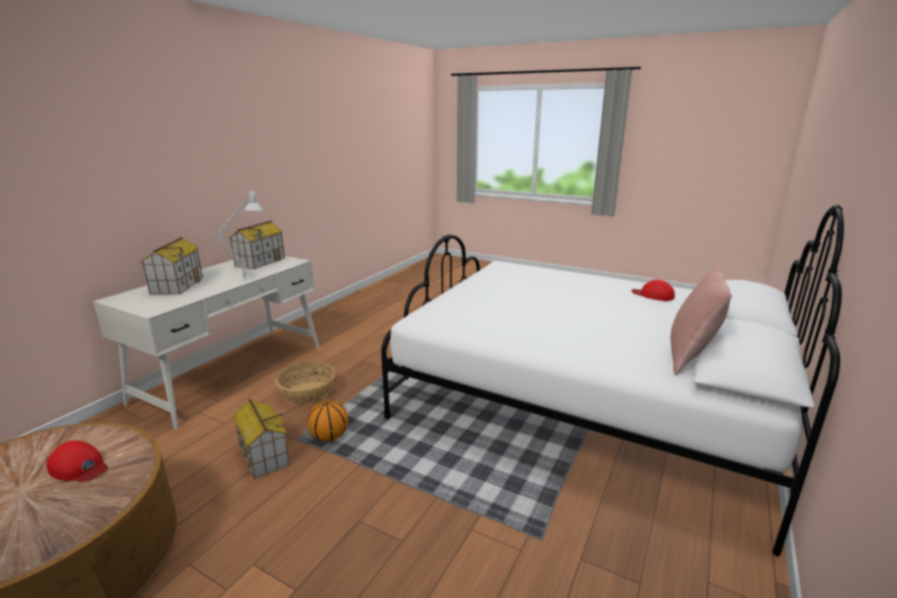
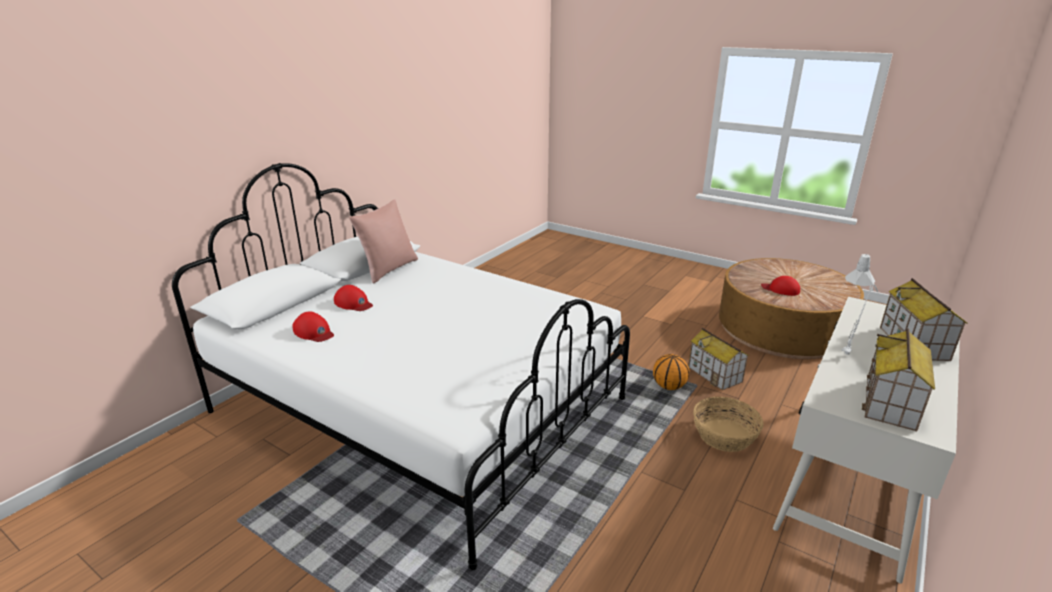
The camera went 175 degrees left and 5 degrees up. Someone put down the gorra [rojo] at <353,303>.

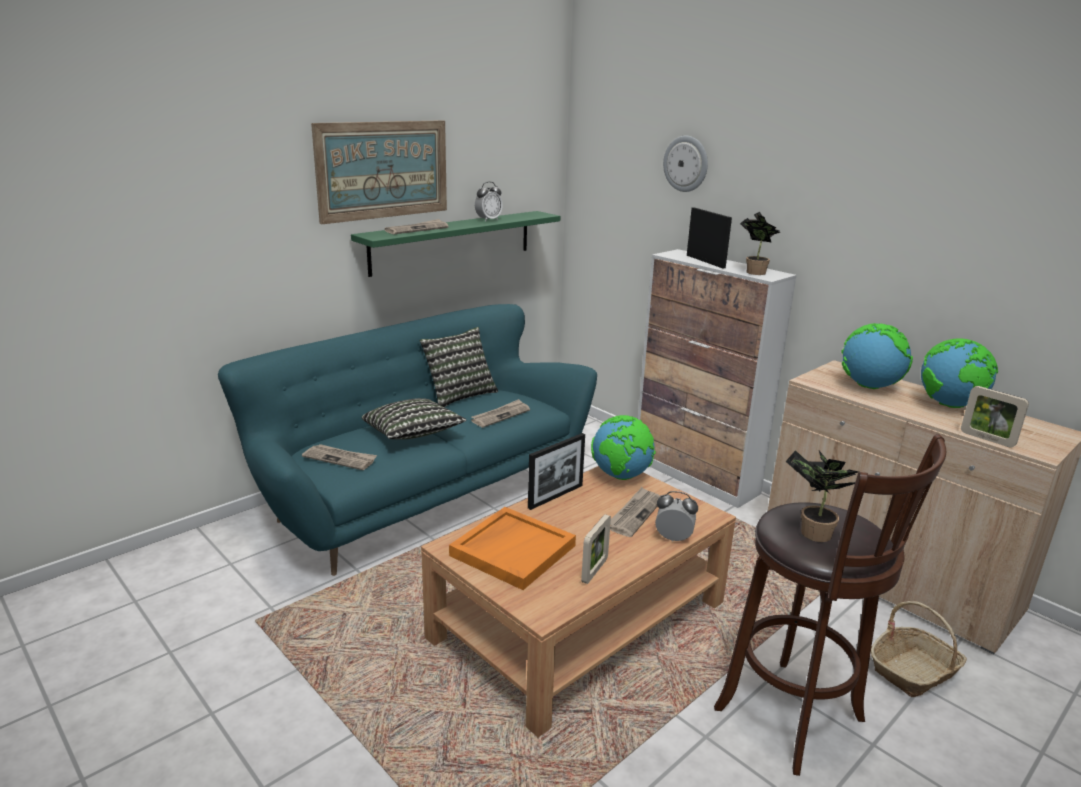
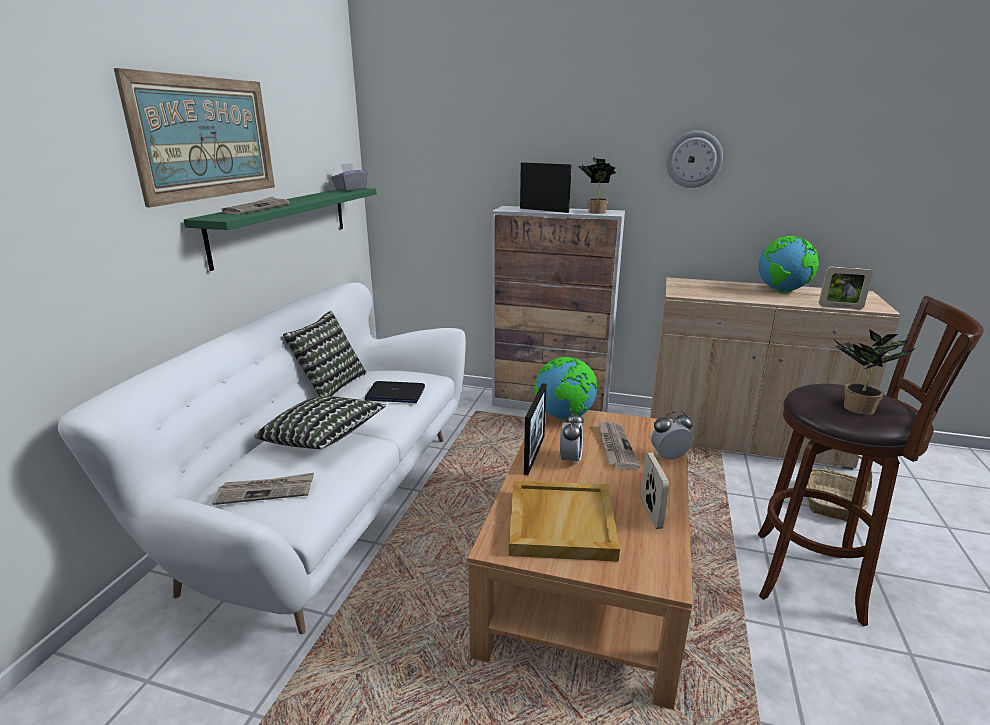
The camera went 30 degrees left and 0 degrees up. Someone took away the globo terráqueo at <869,386>. Someone put down the caja de pañuelos [gris] at <350,189>. Someone carried the despertador from <488,220> to <570,459>. Someone carried the reloj de pared from <686,164> to <693,159>. Someone swapped the periódico at <500,415> for the portátil at <395,394>. Someone repainted the sofá [turquesa] at <421,495>, which became the sofá [blanco] at <327,502>. Someone repainted the bandeja [naranja] at <512,550>, which became the bandeja [beis] at <560,522>.

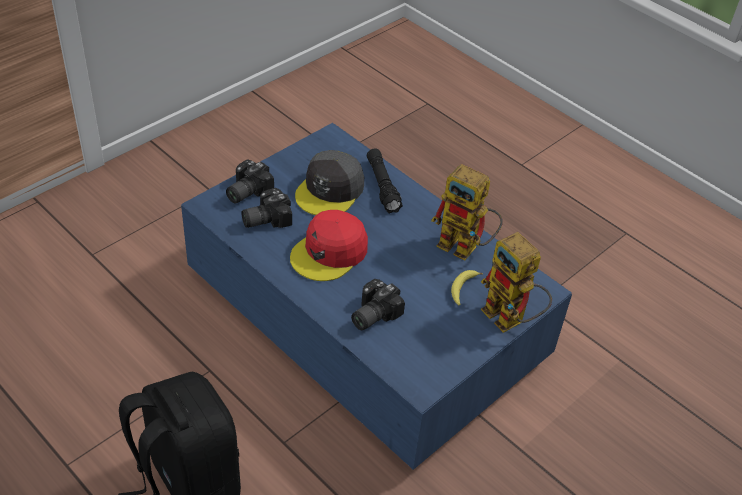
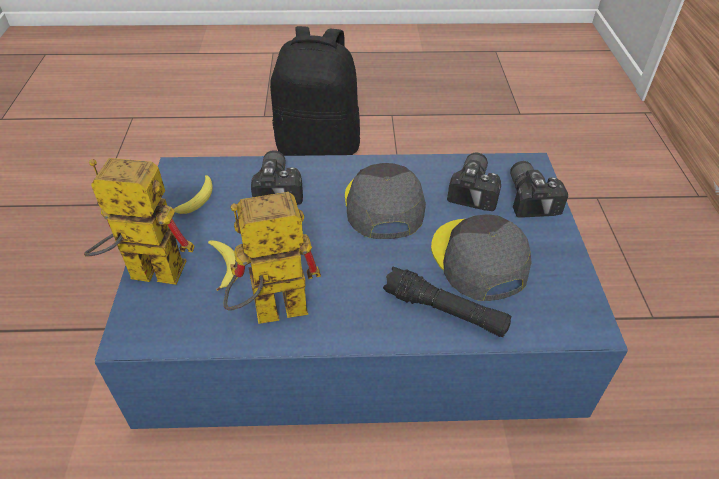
The camera went 135 degrees right and 0 degrees up. Someone put down the plátano at <197,200>. Someone repainted the gorra [rojo] at <330,252>, which became the gorra [gris] at <383,205>.

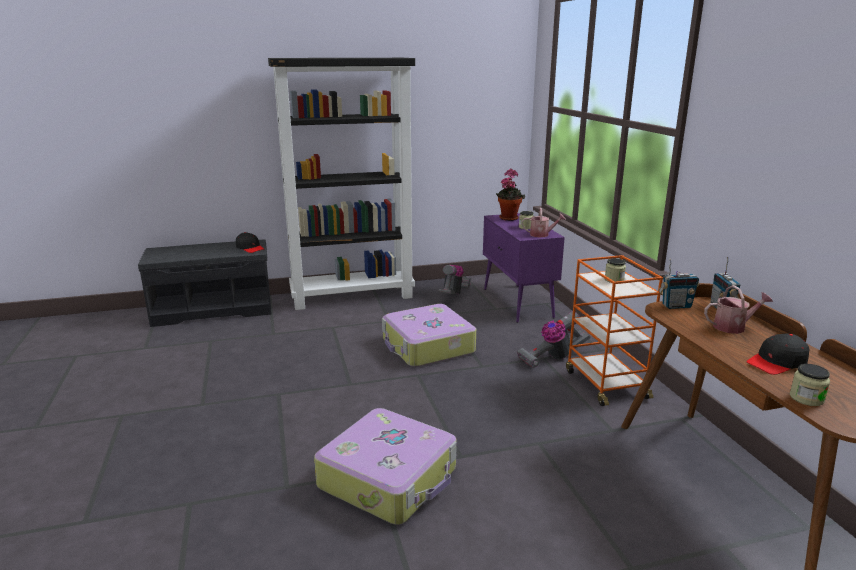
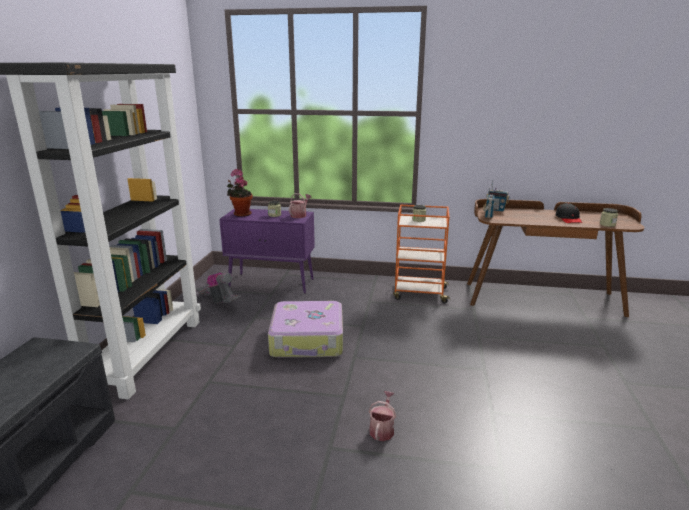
The camera went 65 degrees left and 0 degrees up. Someone took away the gorra [negro] at <250,248>. Someone took away the maleta at <389,478>. Someone took away the aspiradora at <552,358>. Someone carried the regadera from <733,327> to <382,429>.

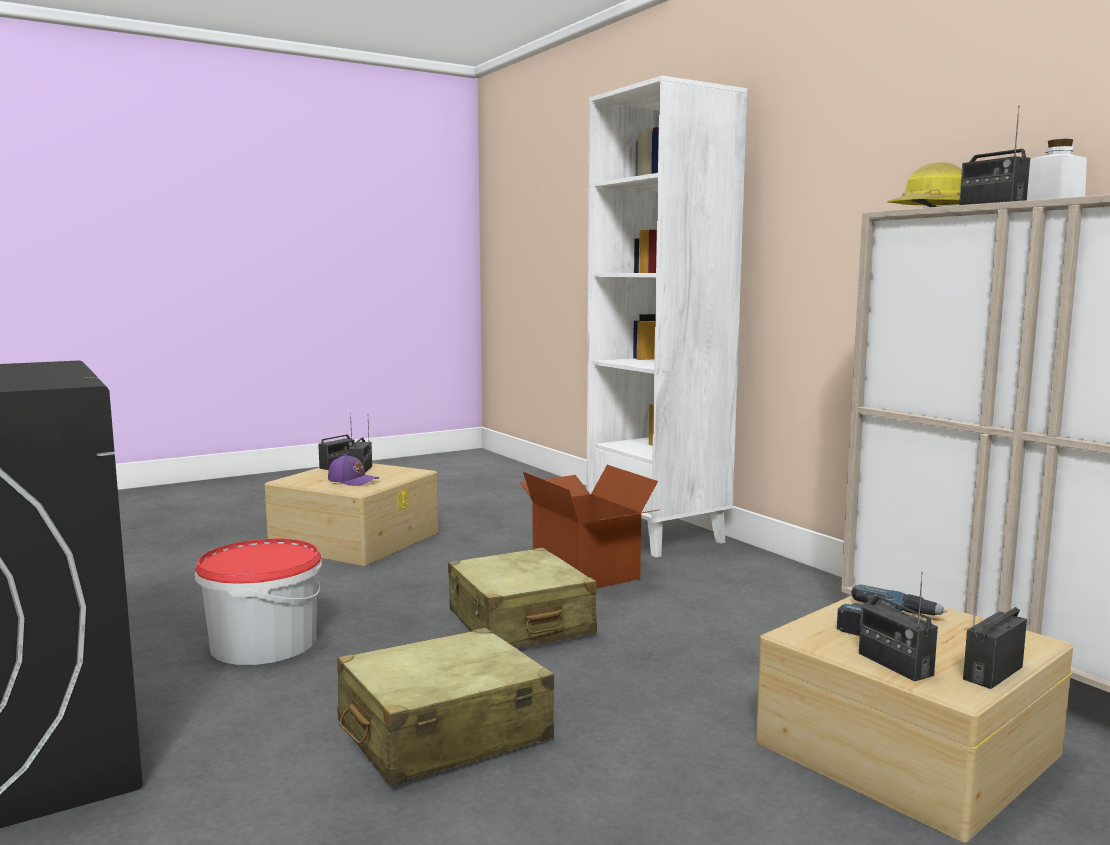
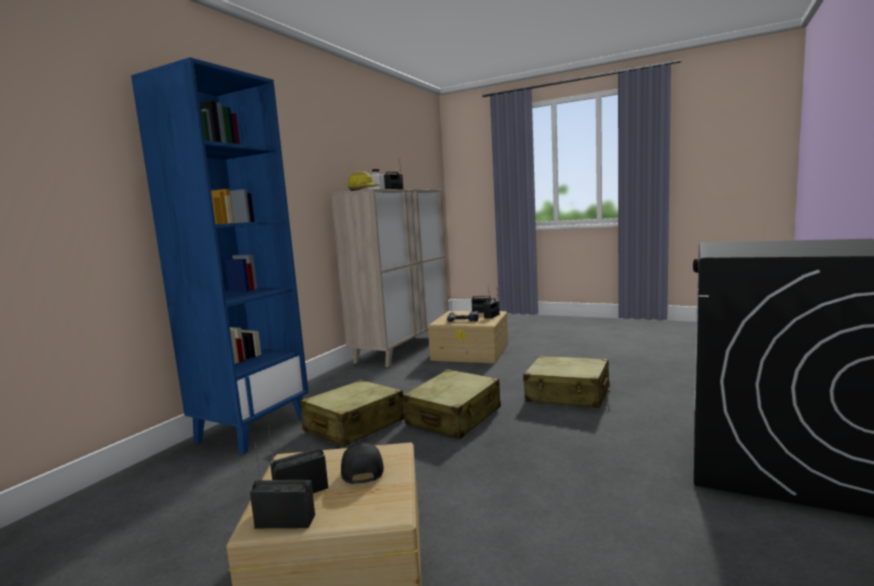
The camera went 120 degrees left and 0 degrees up. Someone took away the cubo at <263,643>. Someone swapped the caja de cartón at <587,572> for the maleta [beis] at <354,426>. Someone repainted the gorra [morado] at <353,481>, which became the gorra [negro] at <361,470>. Someone repainted the estantería [blanco] at <658,536>, which became the estantería [azul] at <252,429>.

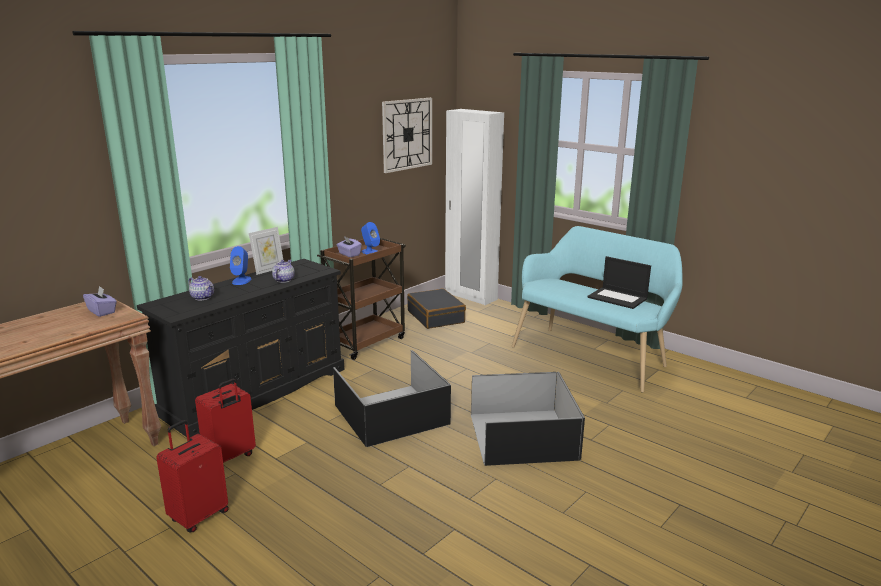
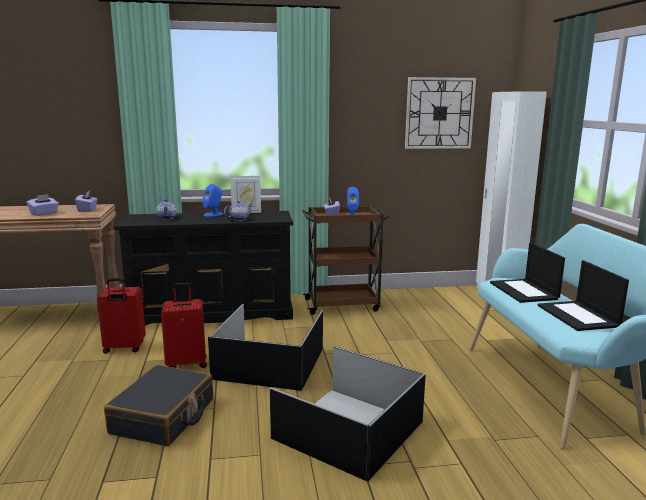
The camera went 40 degrees right and 5 degrees down. Someone put down the caja de pañuelos [morado] at <44,213>. Someone put down the portátil at <524,291>. Someone carried the maleta [rojo] from <198,516> to <187,363>. Someone carried the maleta [negro] from <436,317> to <163,417>.

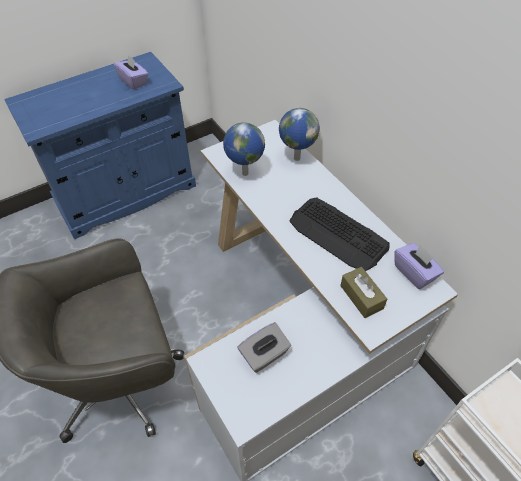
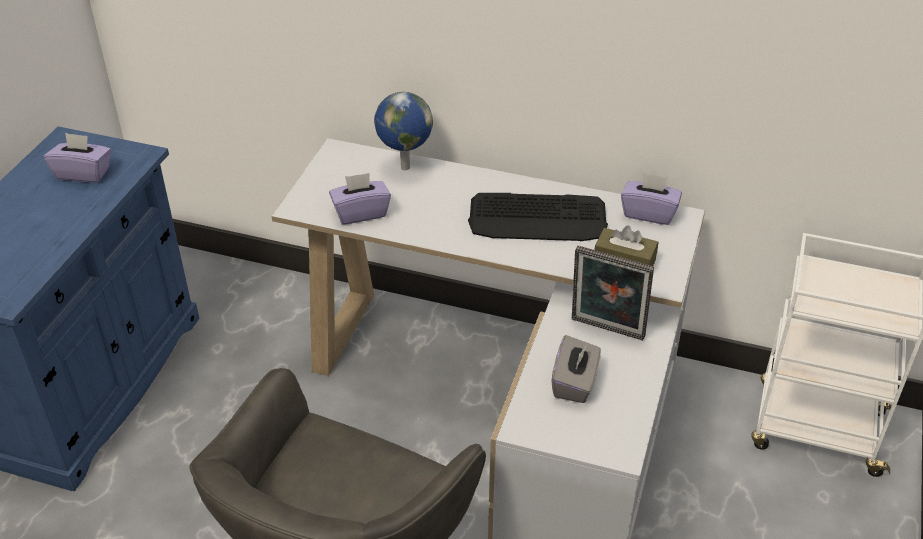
The camera went 40 degrees left and 10 degrees down. Someone put down the portarretratos at <606,331>. Someone swapped the globo terráqueo at <244,173> for the caja de pañuelos [morado] at <360,213>.

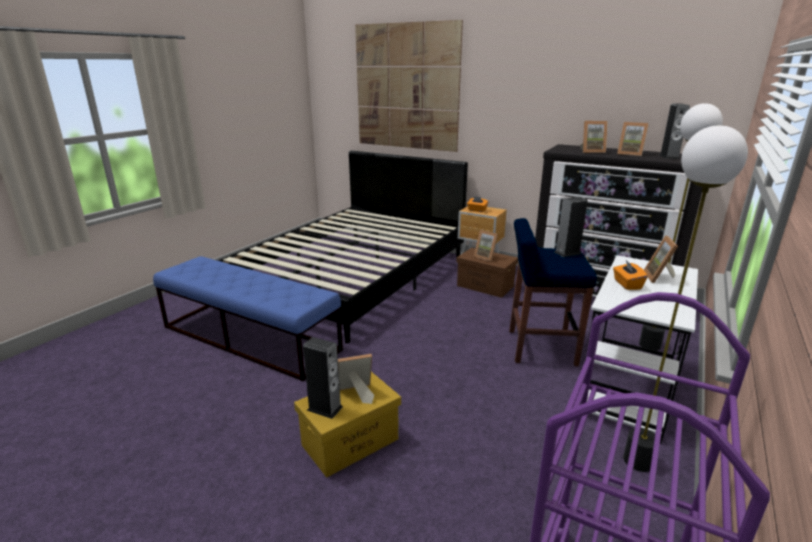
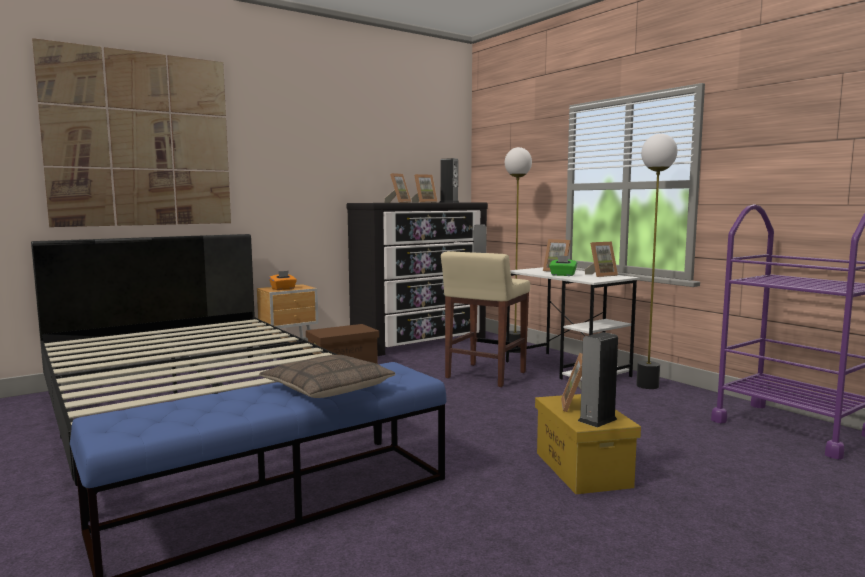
The camera went 65 degrees left and 15 degrees down. Someone put down the cojín at <327,388>. Someone carried the portarretratos from <486,257> to <601,275>. Someone repainted the taburete [azul] at <540,347>, which became the taburete [beis] at <484,375>. Someone repainted the caja de pañuelos [naranja] at <627,284>, which became the caja de pañuelos [verde] at <562,275>.

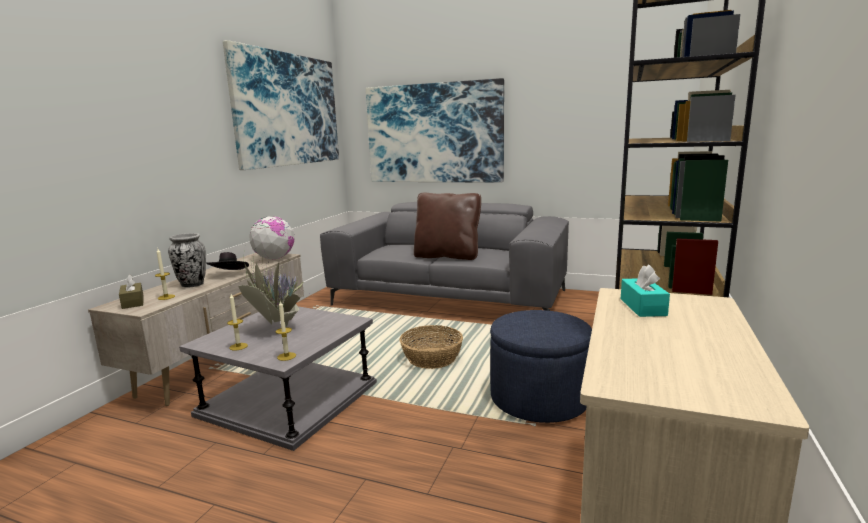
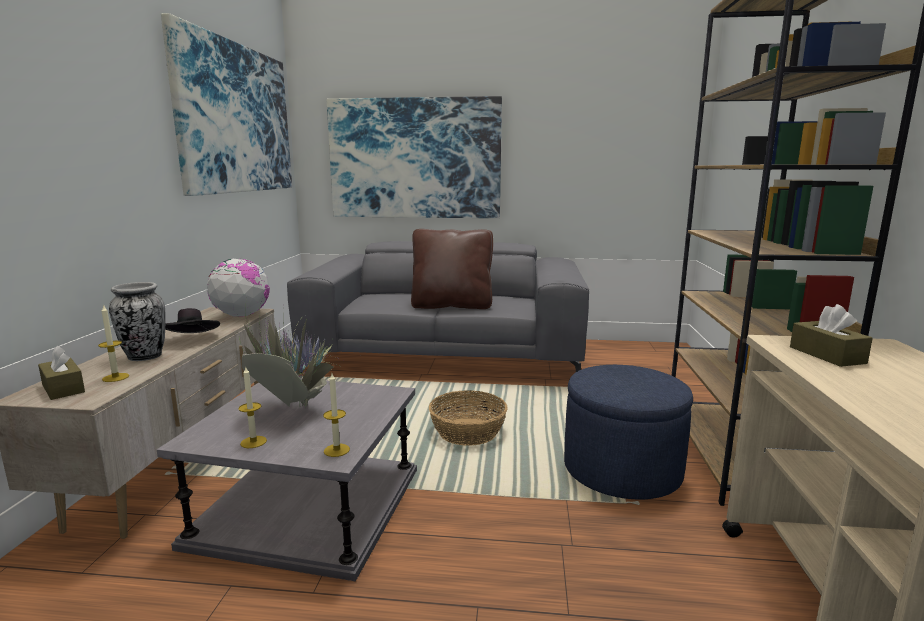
The camera went 15 degrees left and 0 degrees up. Someone repainted the caja de pañuelos [turquesa] at <643,307>, which became the caja de pañuelos [marrón] at <826,355>.

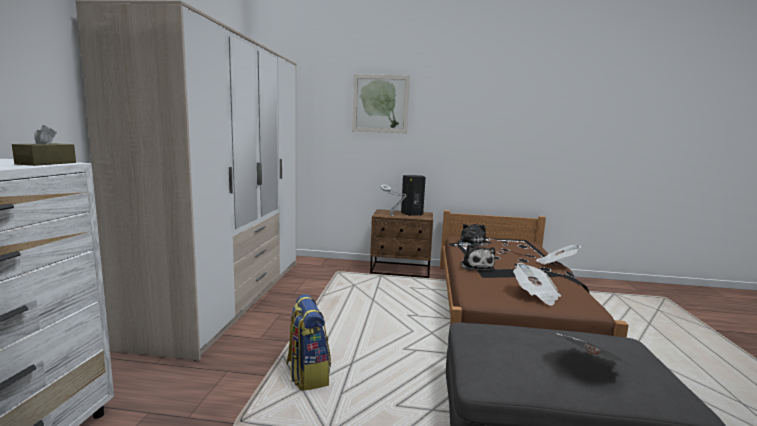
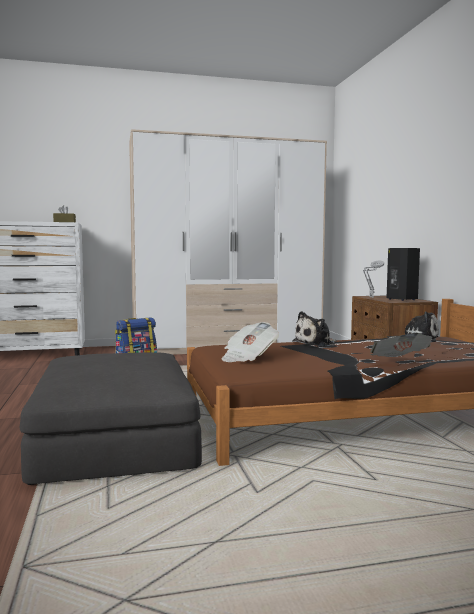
The camera went 70 degrees right and 5 degrees down. Someone took away the cuadro at <380,104>. Someone took away the periódico at <590,365>.

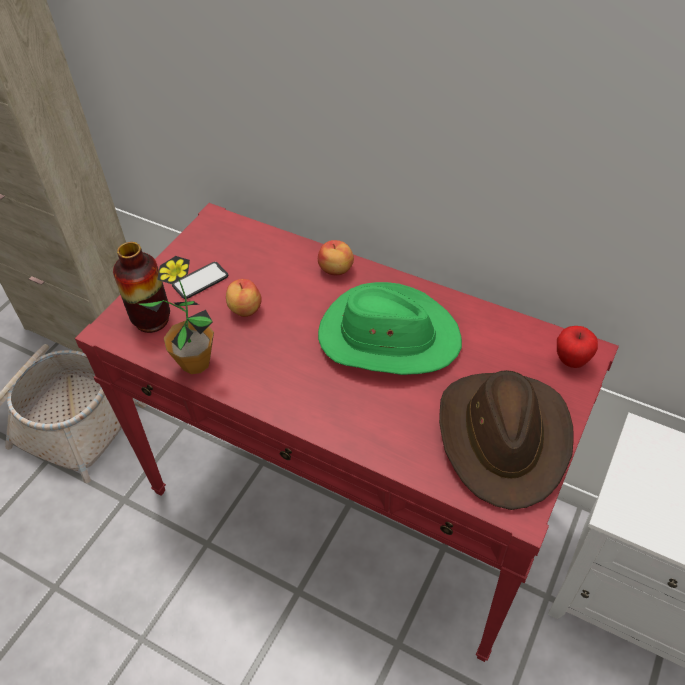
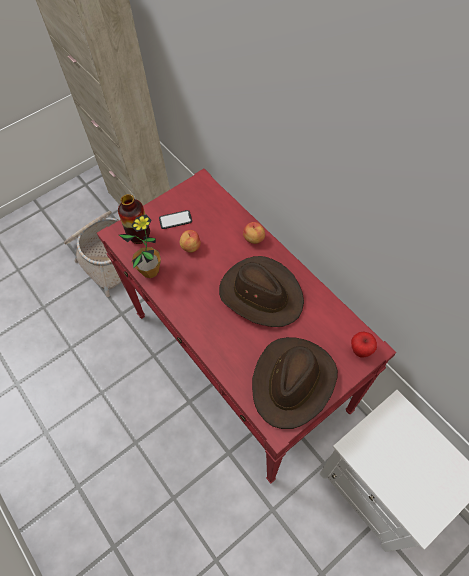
The camera went 25 degrees right and 10 degrees up. Someone repainted the sombrero [verde] at <388,336>, which became the sombrero [marrón] at <261,294>.

